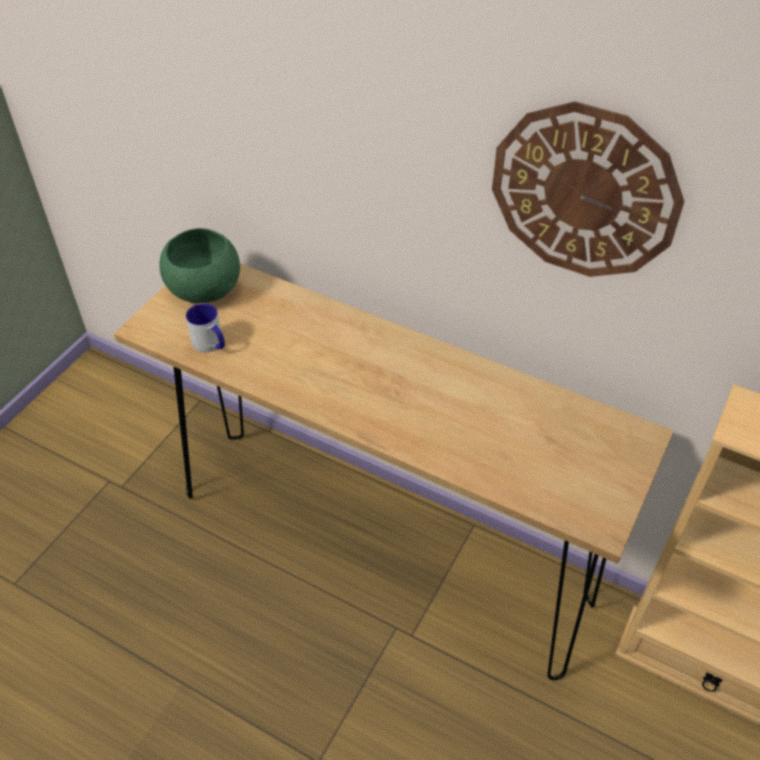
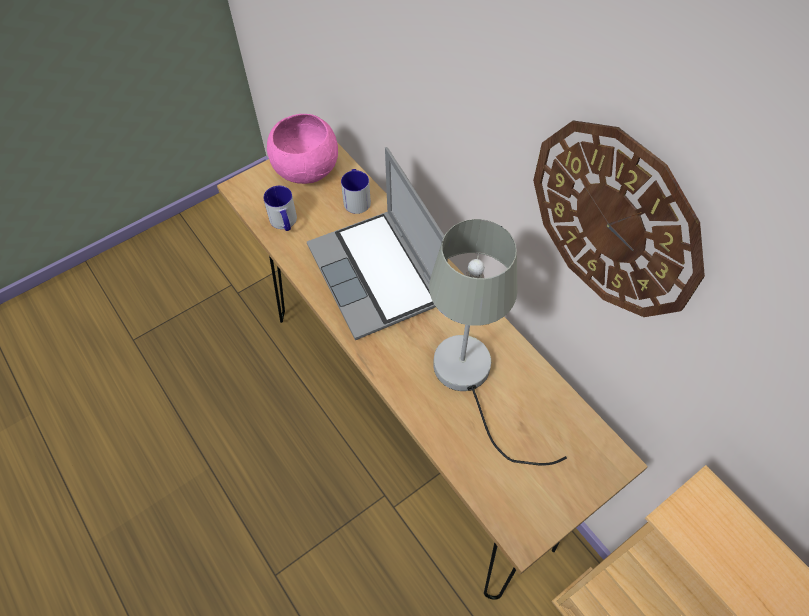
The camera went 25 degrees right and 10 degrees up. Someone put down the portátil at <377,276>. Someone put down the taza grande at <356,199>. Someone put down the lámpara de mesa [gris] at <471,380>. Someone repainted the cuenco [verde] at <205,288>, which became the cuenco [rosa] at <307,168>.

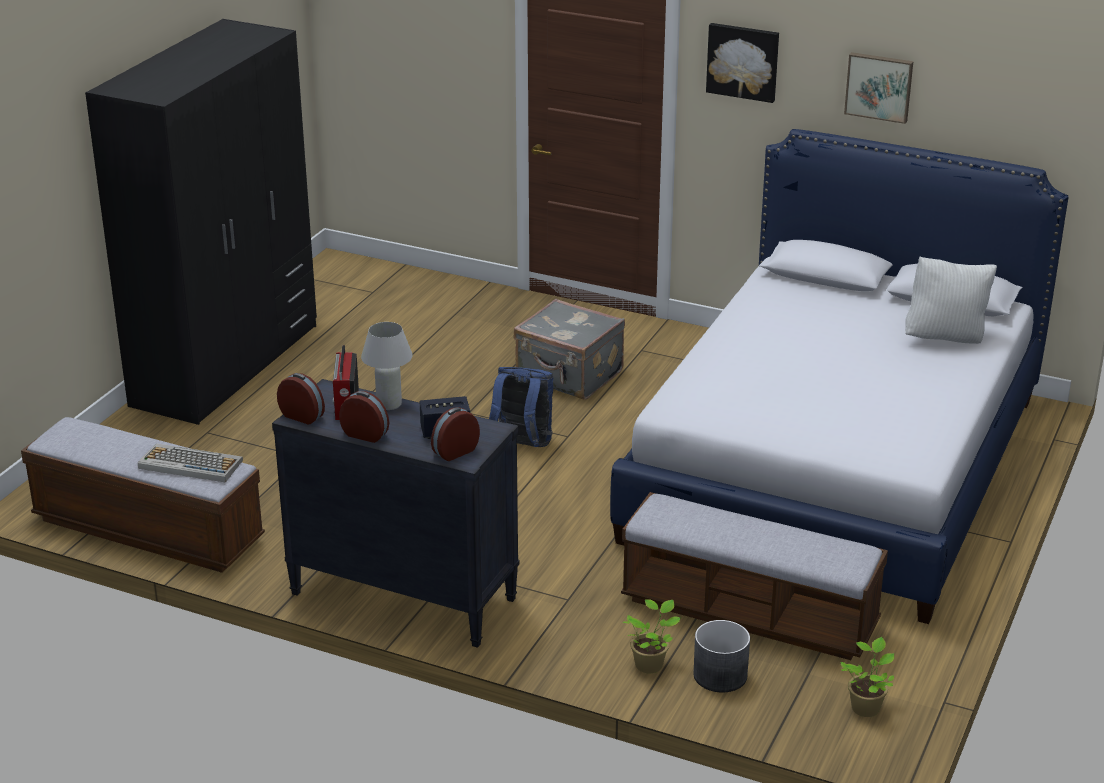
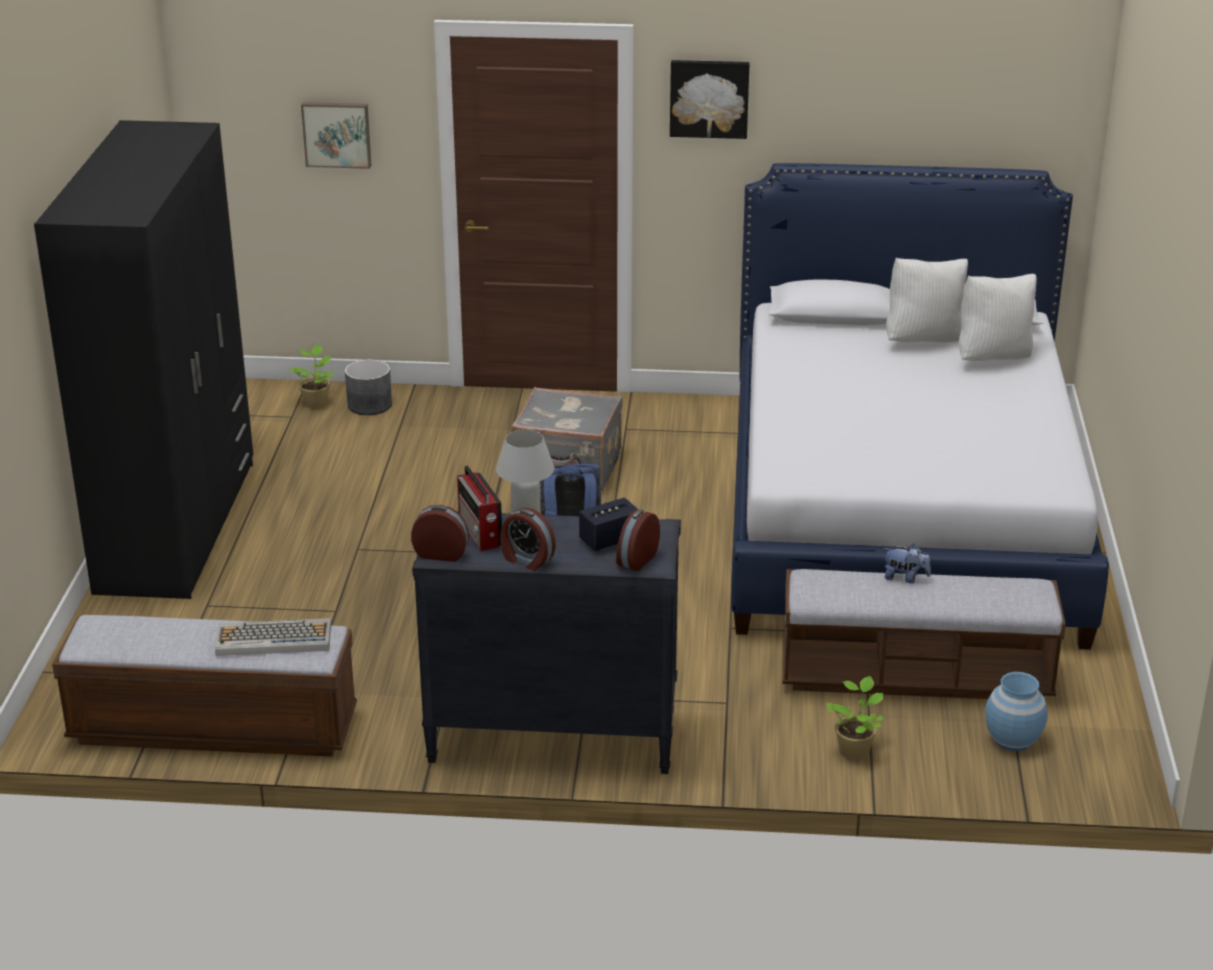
The camera went 20 degrees left and 0 degrees up. Someone put down the peluche at <905,578>. Someone put down the cojín [blanco] at <923,339>. Someone put down the florero [azul] at <1012,739>. Someone carried the maceta [gris] from <720,676> to <370,405>. Someone carried the planta en maceta from <866,707> to <316,403>. Someone carried the cuadro from <879,86> to <337,134>. Someone rotated the despertador at <366,434> by 150 degrees counterclockwise.

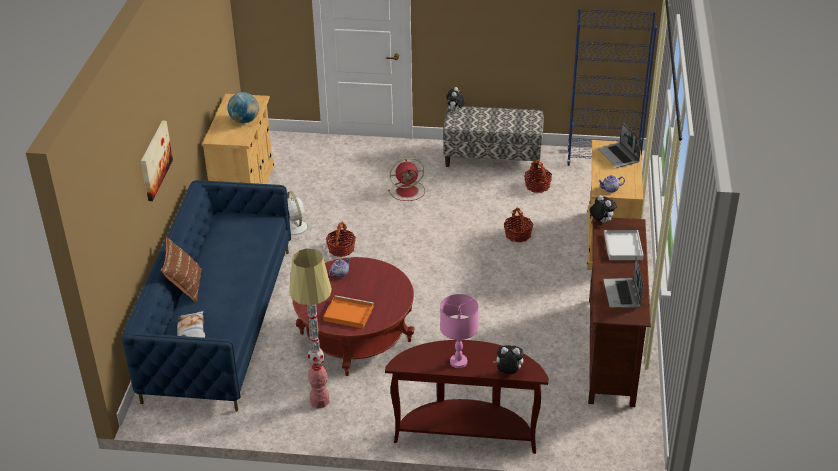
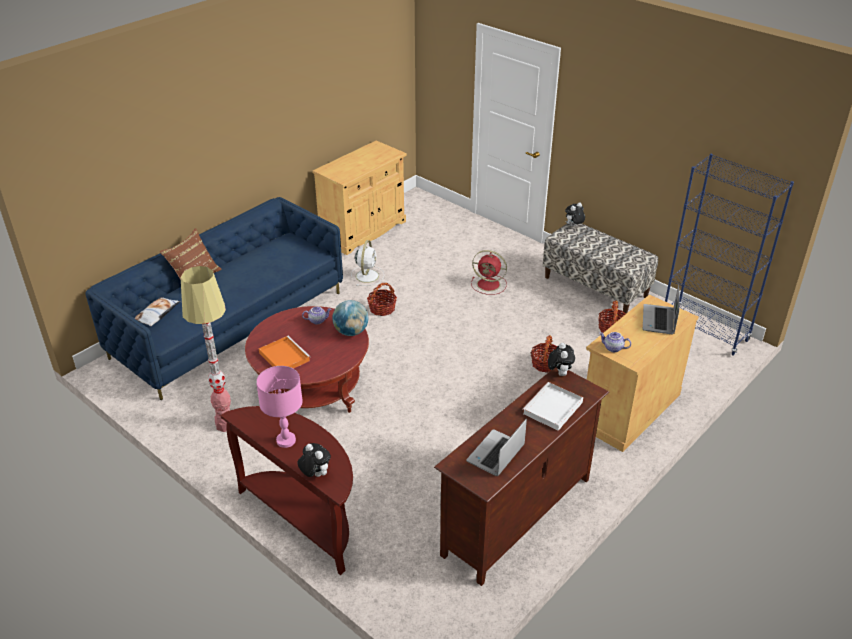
The camera went 35 degrees right and 0 degrees up. Someone took away the cuadro at <155,160>. Someone carried the globo terráqueo from <244,121> to <351,332>.

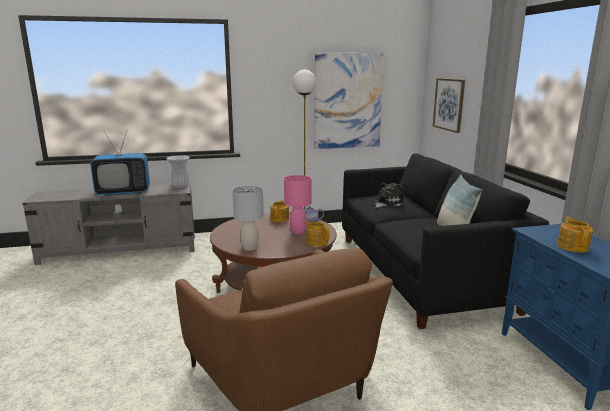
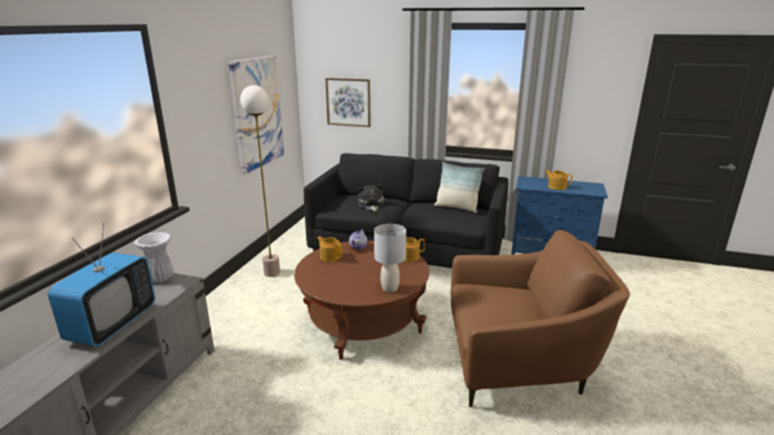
The camera went 60 degrees left and 5 degrees up. Someone took away the lámpara de mesa [rosa] at <297,232>.

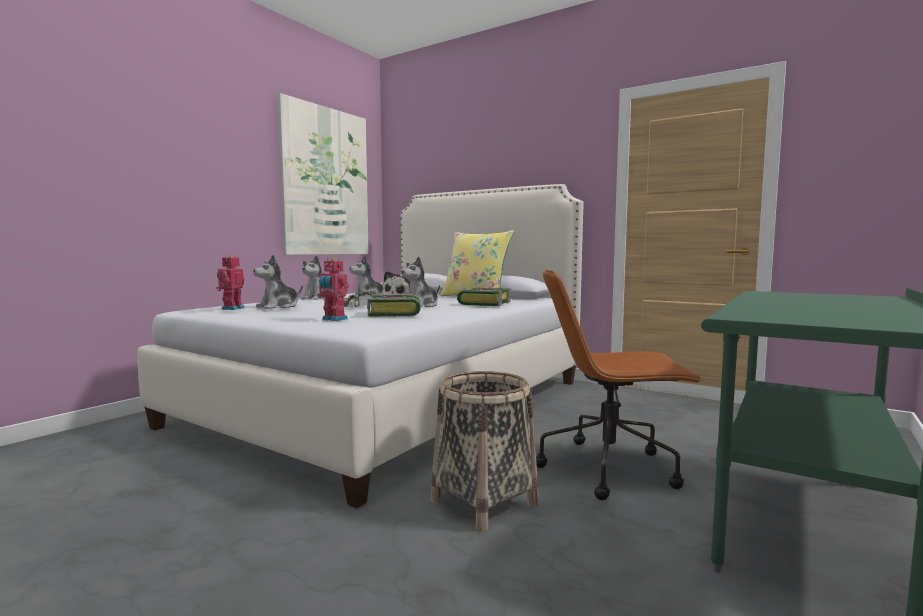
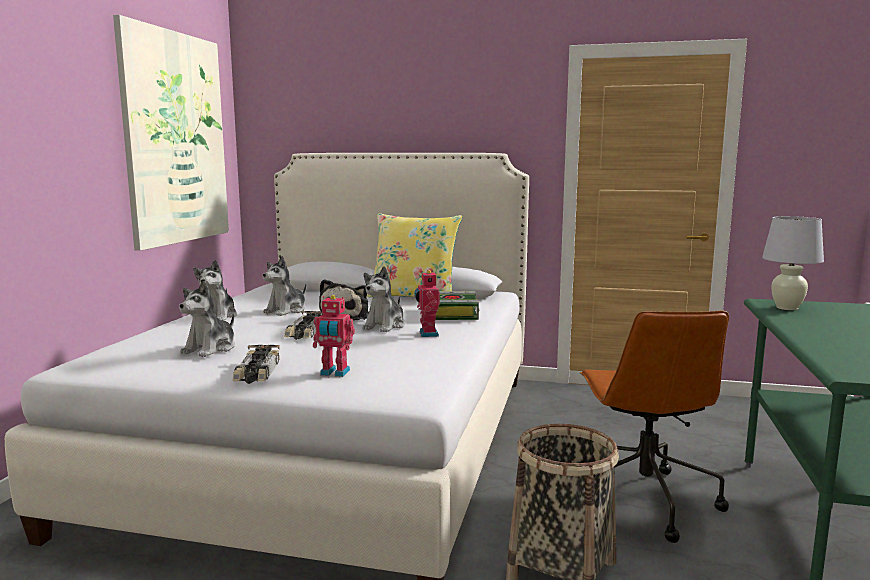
The camera went 20 degrees left and 5 degrees up. Someone took away the libro at <395,314>. Someone put down the coche de juguete at <257,372>. Someone put down the lámpara de mesa [blanco] at <787,308>. Someone carried the robot de juguete from <231,308> to <427,334>. Someone rotated the silla de oficina [marrón] at <610,468> by 75 degrees counterclockwise.

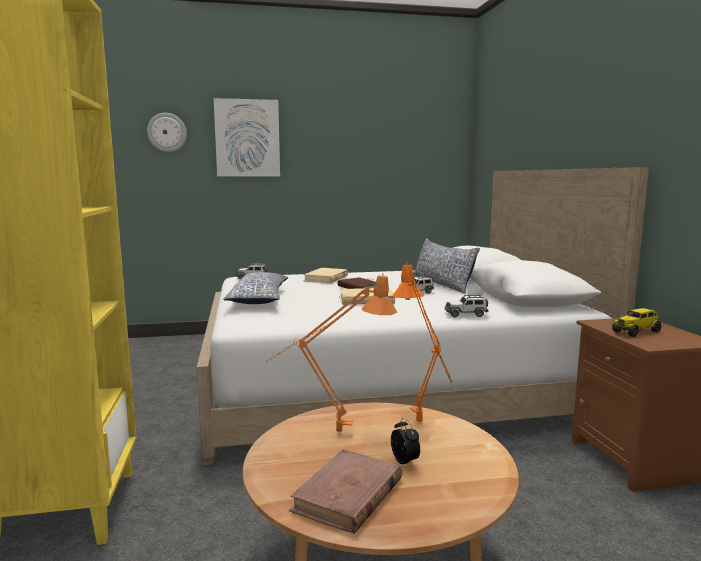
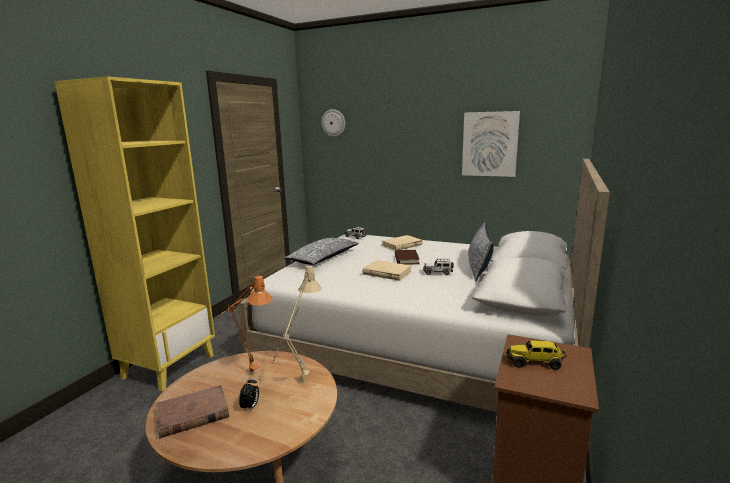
The camera went 35 degrees right and 5 degrees up. Someone took away the coche de juguete at <466,314>. Someone carried the cuadro from <247,138> to <490,144>. Someone repainted the lámpara de mesa [naranja] at <422,427>, which became the lámpara de mesa [beis] at <300,386>.

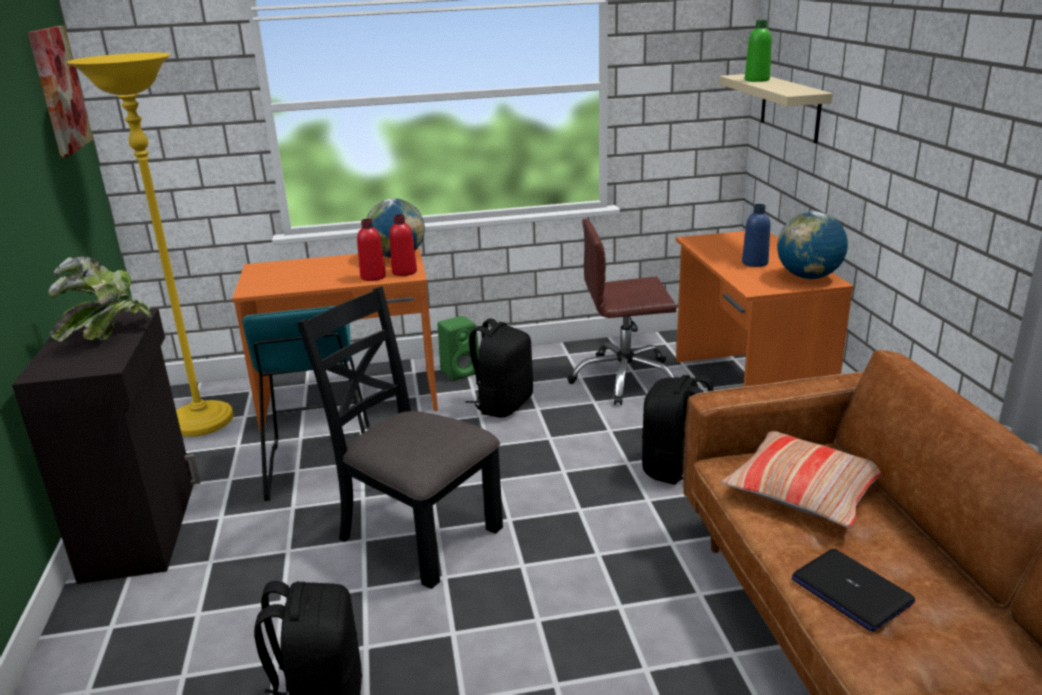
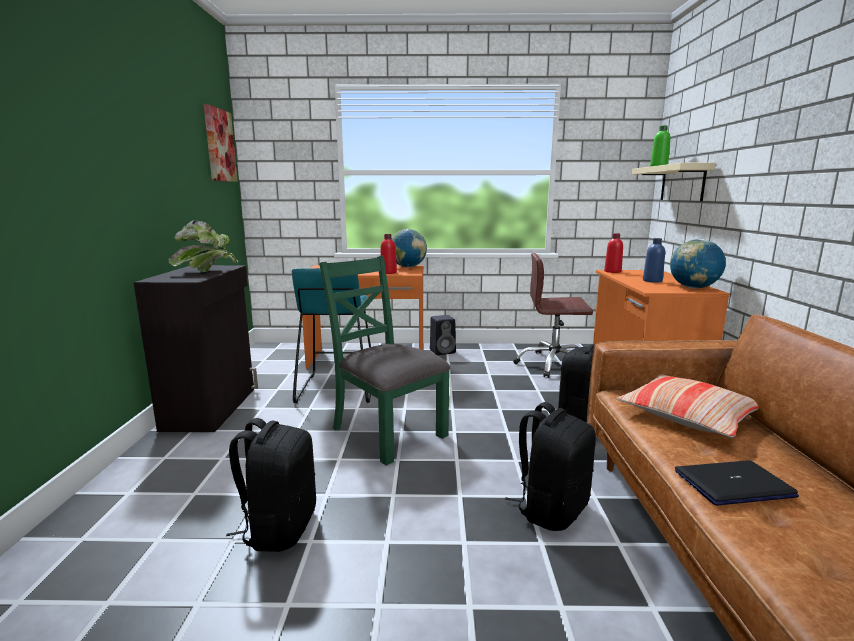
The camera went 10 degrees right and 10 degrees down. Someone took away the lámpara de pie [amarillo] at <201,422>. Someone carried the botella [rojo] from <404,272> to <612,271>. Someone carried the mochila [negro] from <503,404> to <551,509>. Someone repainted the silla [negro] at <418,533>, which became the silla [verde] at <387,432>. Someone repainted the altavoz [verde] at <461,371>, which became the altavoz [negro] at <443,351>. Someone rotated the portátil at <850,591> by 105 degrees clockwise.

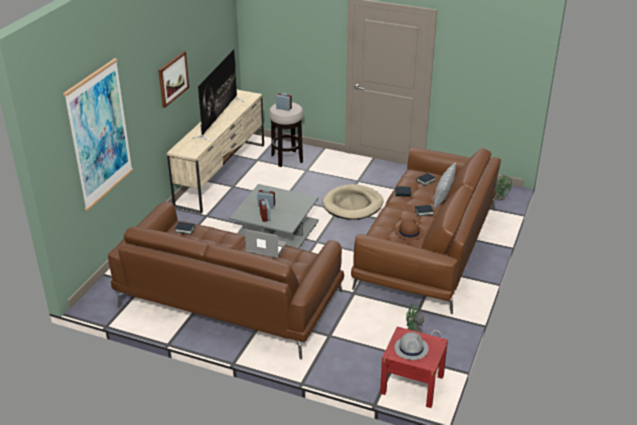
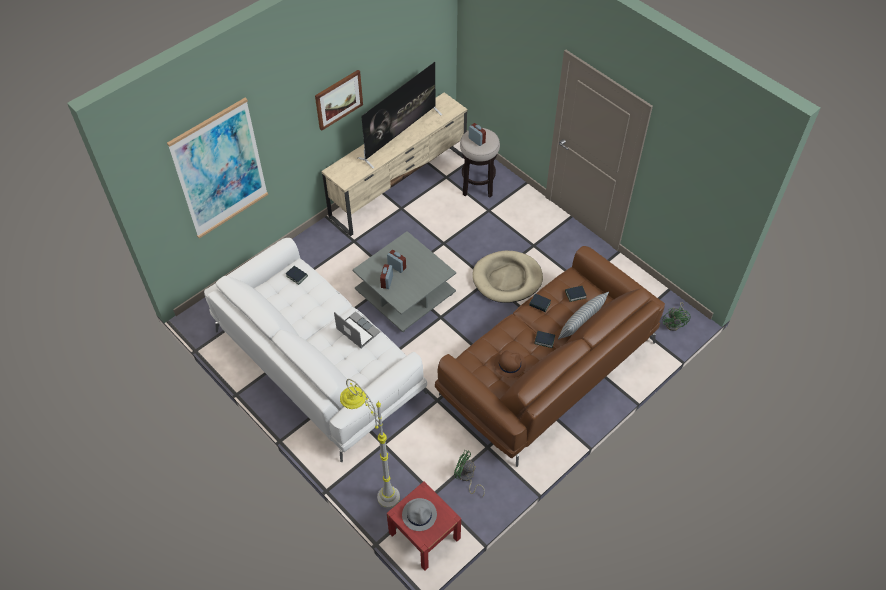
The camera went 25 degrees right and 20 degrees up. Someone put down the lámpara de pie [gris] at <375,484>. Someone repainted the sofá [marrón] at <229,299>, which became the sofá [blanco] at <317,360>.

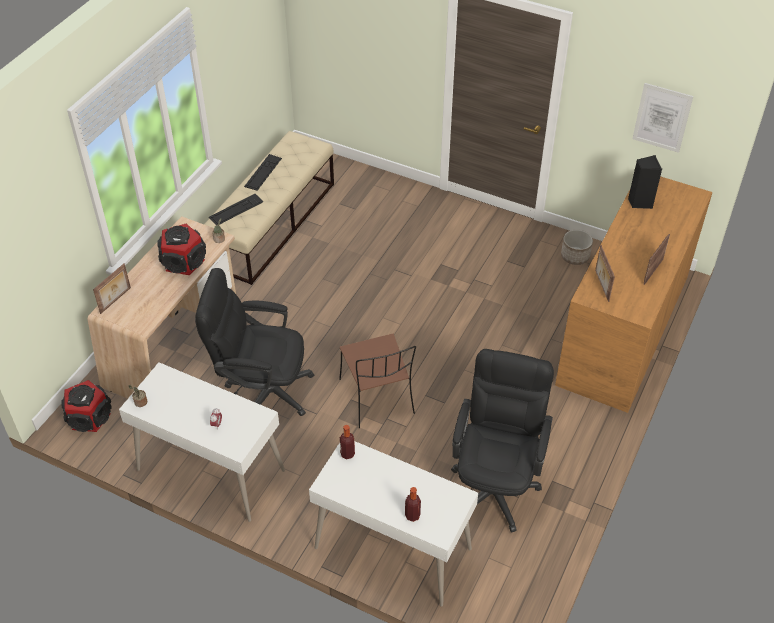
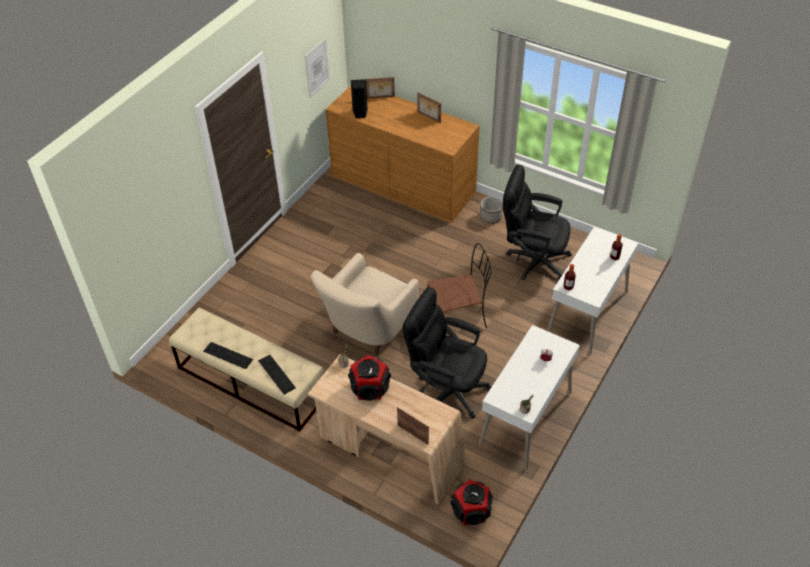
The camera went 85 degrees left and 0 degrees up. Someone put down the sillón [beis] at <367,329>. Someone carried the maceta from <575,256> to <490,217>. Someone carried the portarretratos from <601,286> to <380,97>. Someone rotated the silla de oficina [negro] at <261,389> by 105 degrees clockwise.

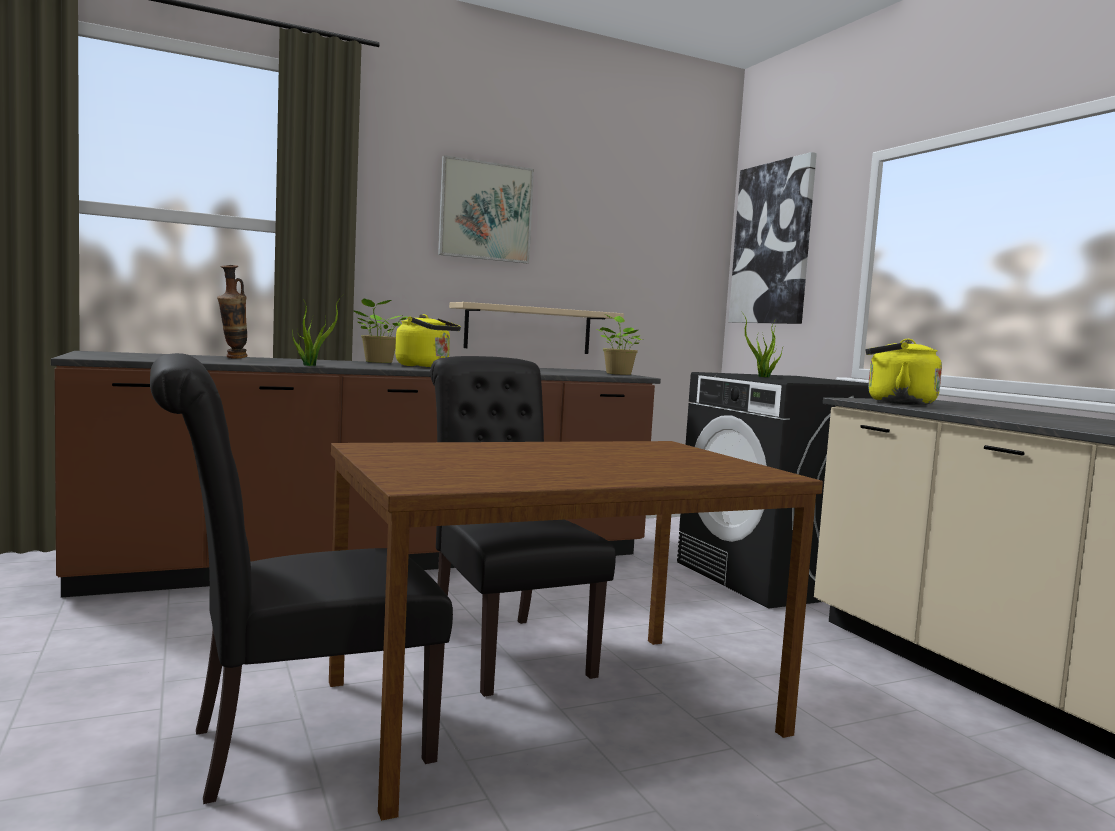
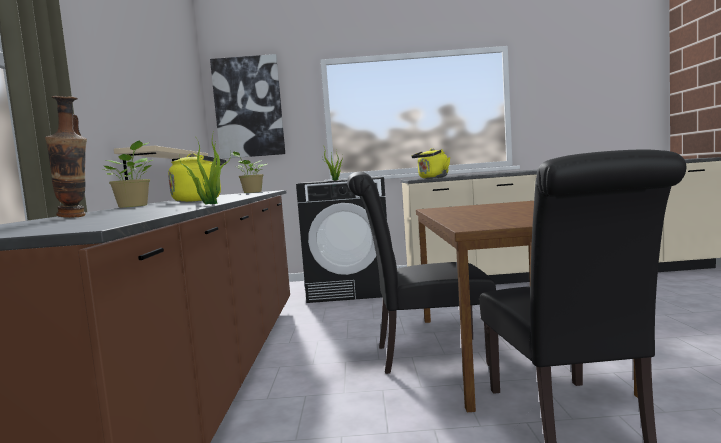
The camera went 65 degrees left and 0 degrees up. Someone took away the cuadro at <485,211>.

